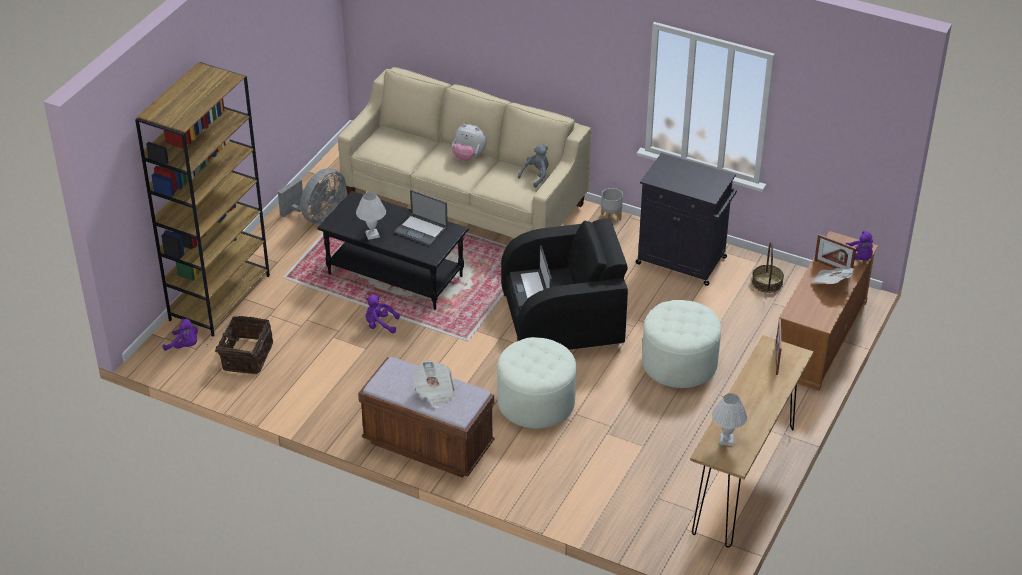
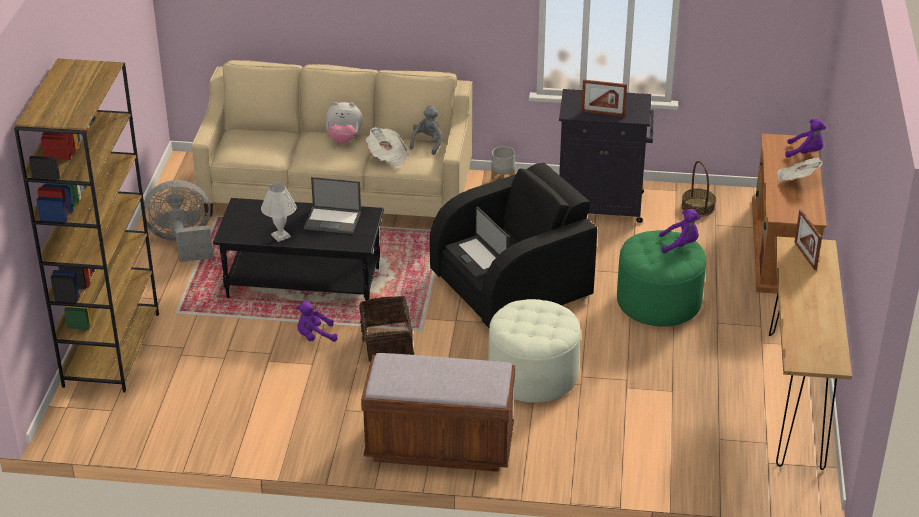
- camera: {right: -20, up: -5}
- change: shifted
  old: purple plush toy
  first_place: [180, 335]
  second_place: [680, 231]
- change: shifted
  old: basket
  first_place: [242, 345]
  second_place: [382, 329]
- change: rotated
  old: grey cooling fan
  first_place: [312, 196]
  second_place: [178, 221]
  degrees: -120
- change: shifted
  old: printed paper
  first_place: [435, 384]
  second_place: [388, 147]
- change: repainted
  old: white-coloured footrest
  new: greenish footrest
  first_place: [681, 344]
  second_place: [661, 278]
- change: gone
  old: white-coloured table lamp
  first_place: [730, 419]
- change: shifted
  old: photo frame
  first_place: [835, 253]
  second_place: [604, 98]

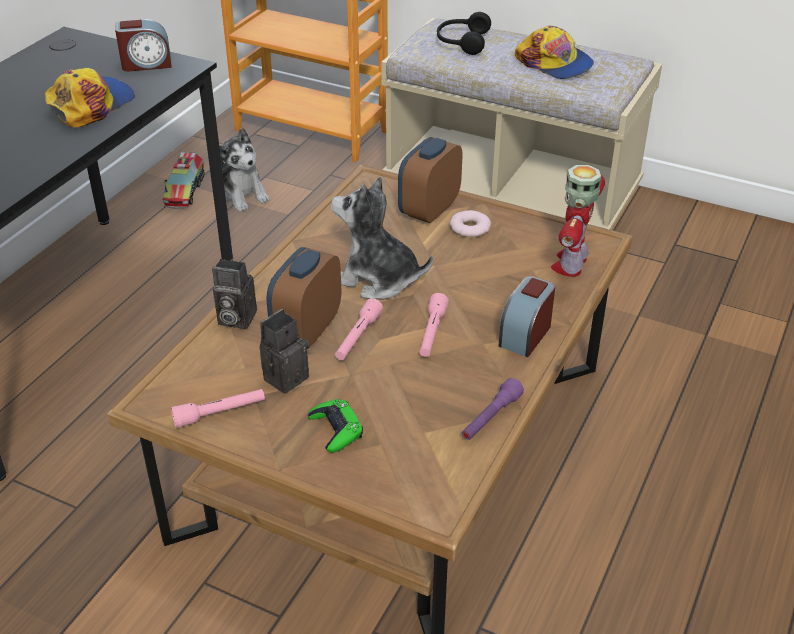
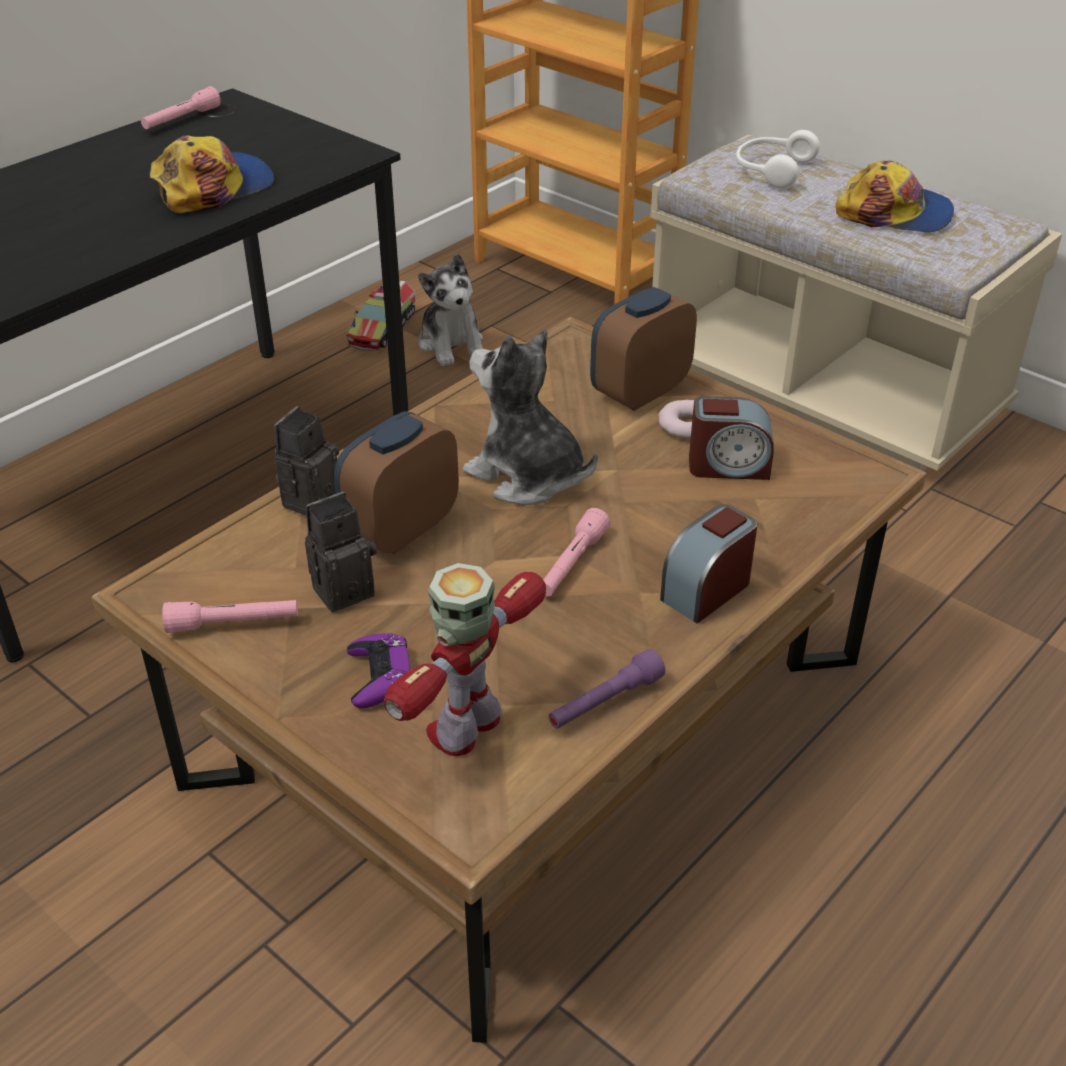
- camera: {right: 15, up: 0}
- change: shifted
  old: alarm clock
  first_place: [143, 45]
  second_place: [731, 438]
- change: rotated
  old: photo camera
  first_place: [234, 294]
  second_place: [306, 461]
  degrees: 90
- change: repainted
  old: greenish game controller
  new: purple game controller
  first_place: [335, 426]
  second_place: [378, 671]
- change: shifted
  old: pink flashlight
  first_place: [359, 329]
  second_place: [181, 107]
- change: repainted
  old: blackish headset
  new: white-coloured headset
  first_place: [464, 33]
  second_place: [778, 159]
- change: rotated
  old: cap
  first_place: [554, 52]
  second_place: [895, 196]
  degrees: -45
- change: shifted
  old: toy robot
  first_place: [578, 221]
  second_place: [465, 659]

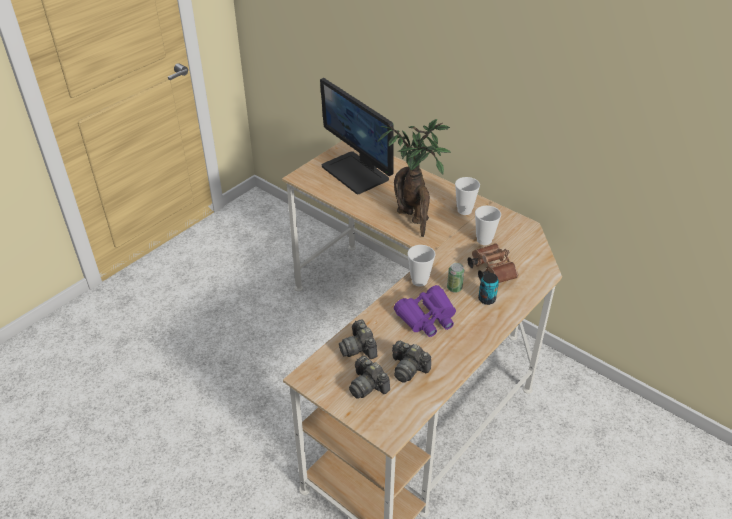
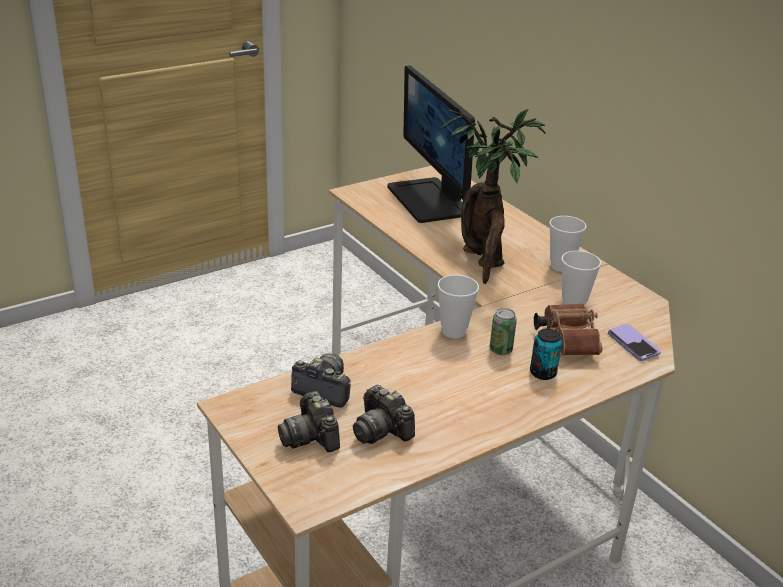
- camera: {right: 15, up: -10}
- change: rotated
  old: photo camera
  first_place: [358, 339]
  second_place: [321, 381]
  degrees: 120
- change: gone
  old: purple pair of binoculars
  first_place: [425, 311]
- change: new
  new: phone
  second_place: [634, 342]

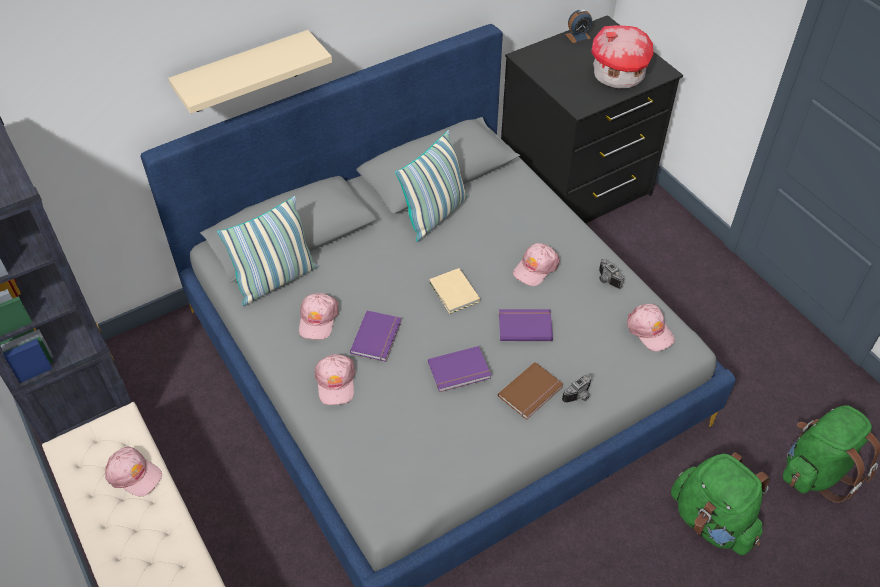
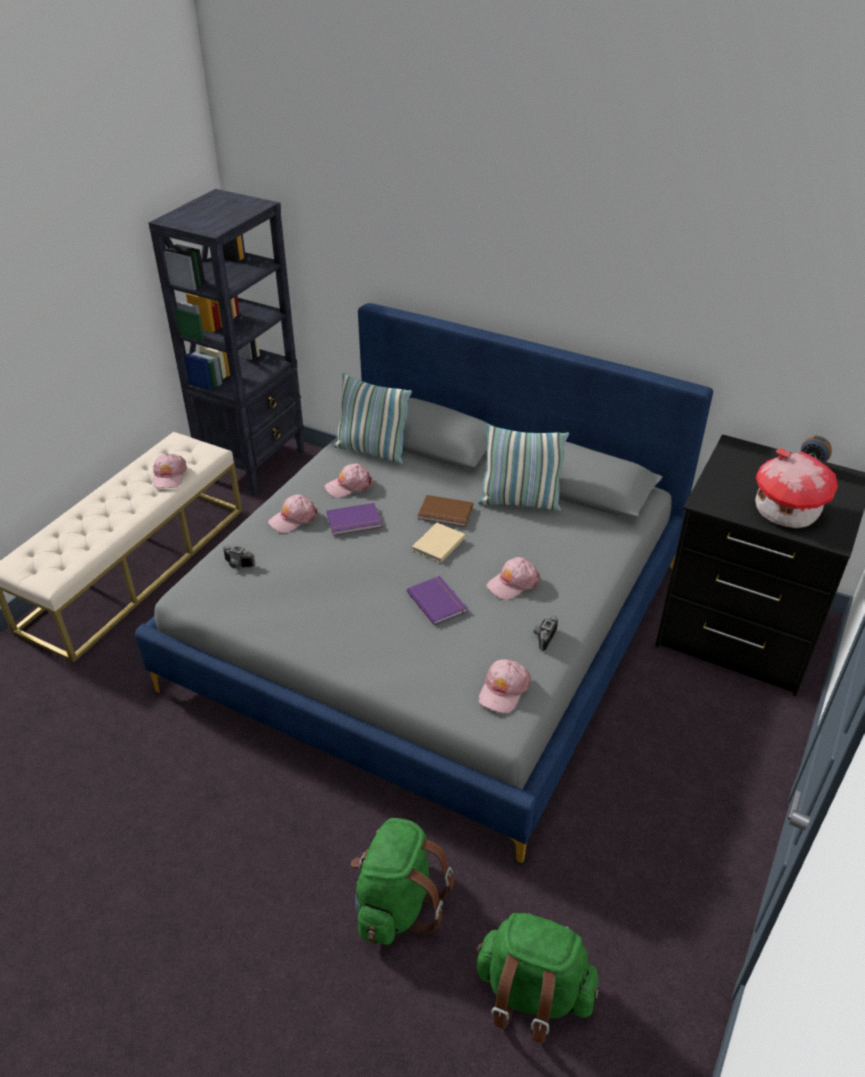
- camera: {right: 60, up: -10}
- change: gone
  old: sand-coloured wall shelf
  first_place: [250, 72]
- change: gone
  old: purple book
  first_place: [459, 369]
- change: shifted
  old: brown-coloured book
  first_place: [530, 391]
  second_place: [445, 511]
- change: rotated
  old: pink cap
  first_place: [536, 264]
  second_place: [513, 578]
  degrees: -45
- change: shifted
  old: photo camera
  first_place: [577, 388]
  second_place: [239, 556]

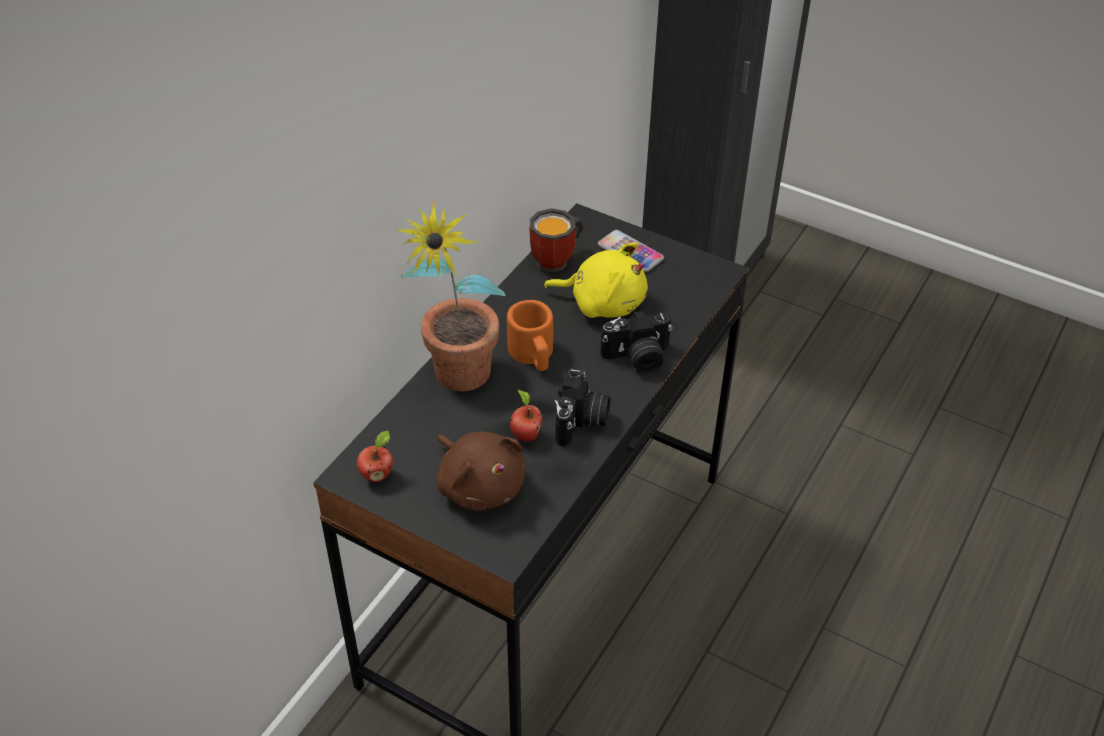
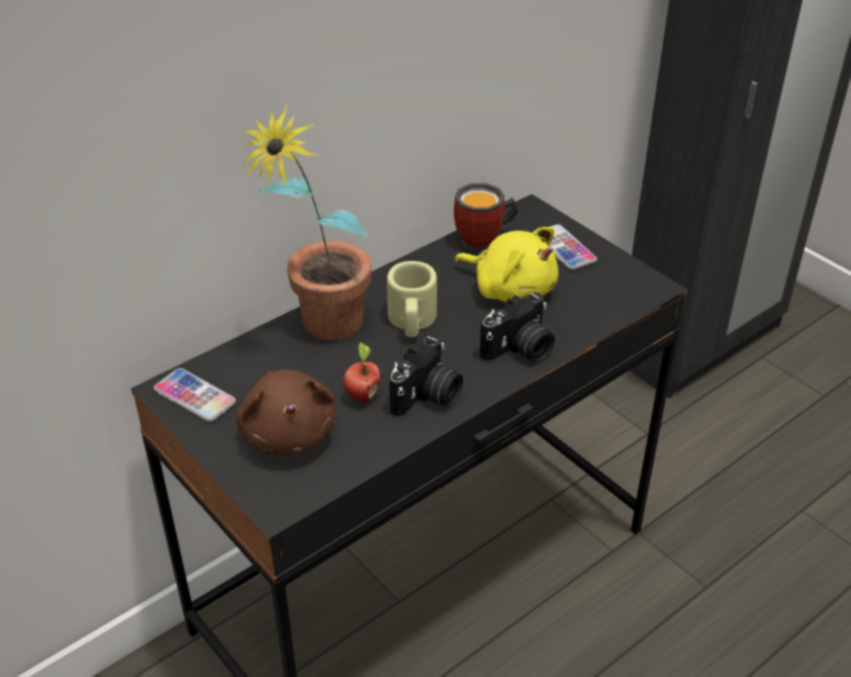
- camera: {right: 20, up: -5}
- change: swapped
  old: whole apple
  new: phone
  first_place: [375, 456]
  second_place: [195, 395]
- change: repainted
  old: orange coffee mug
  new: sand-coloured coffee mug
  first_place: [530, 335]
  second_place: [412, 299]
- change: rotated
  old: photo camera
  first_place: [636, 342]
  second_place: [517, 327]
  degrees: -45

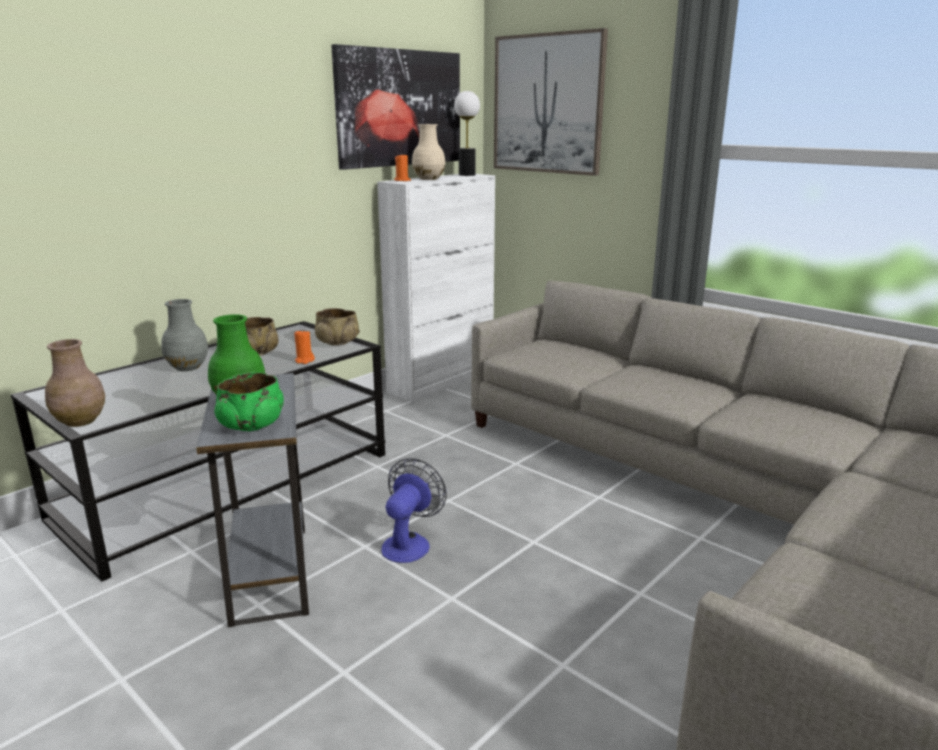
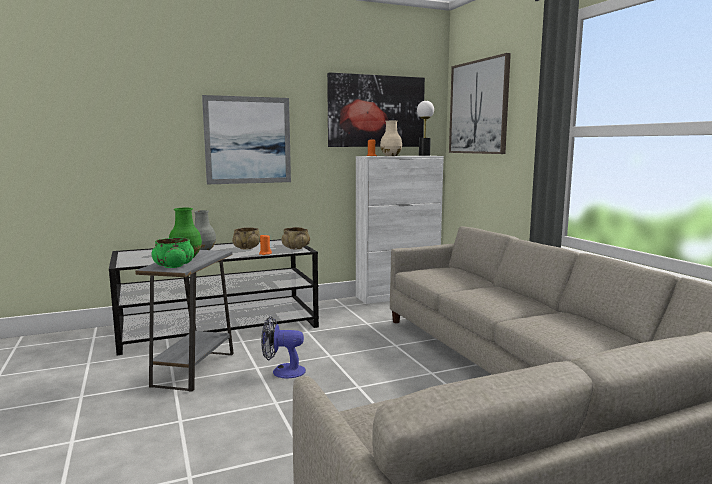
- camera: {right: 25, up: -10}
- change: gone
  old: brown-coloured decorative vase
  first_place: [75, 383]
- change: rotated
  old: cooling fan
  first_place: [414, 510]
  second_place: [283, 347]
  degrees: -135
- change: new
  new: wall picture
  second_place: [246, 139]

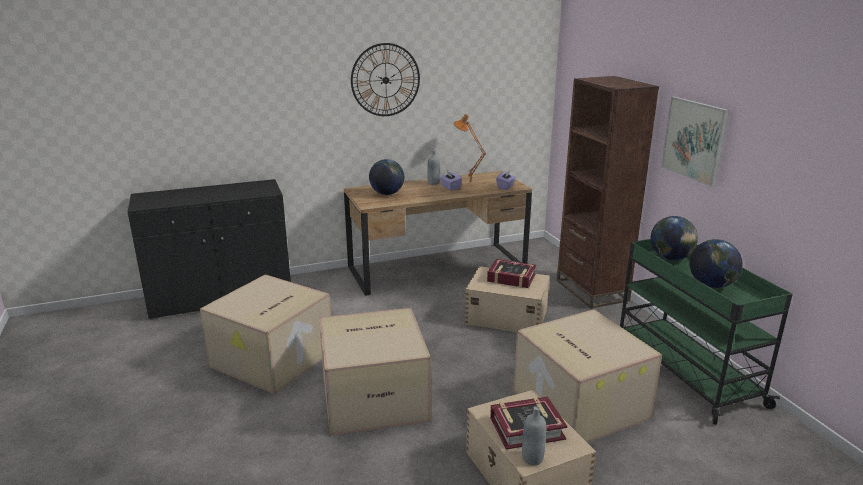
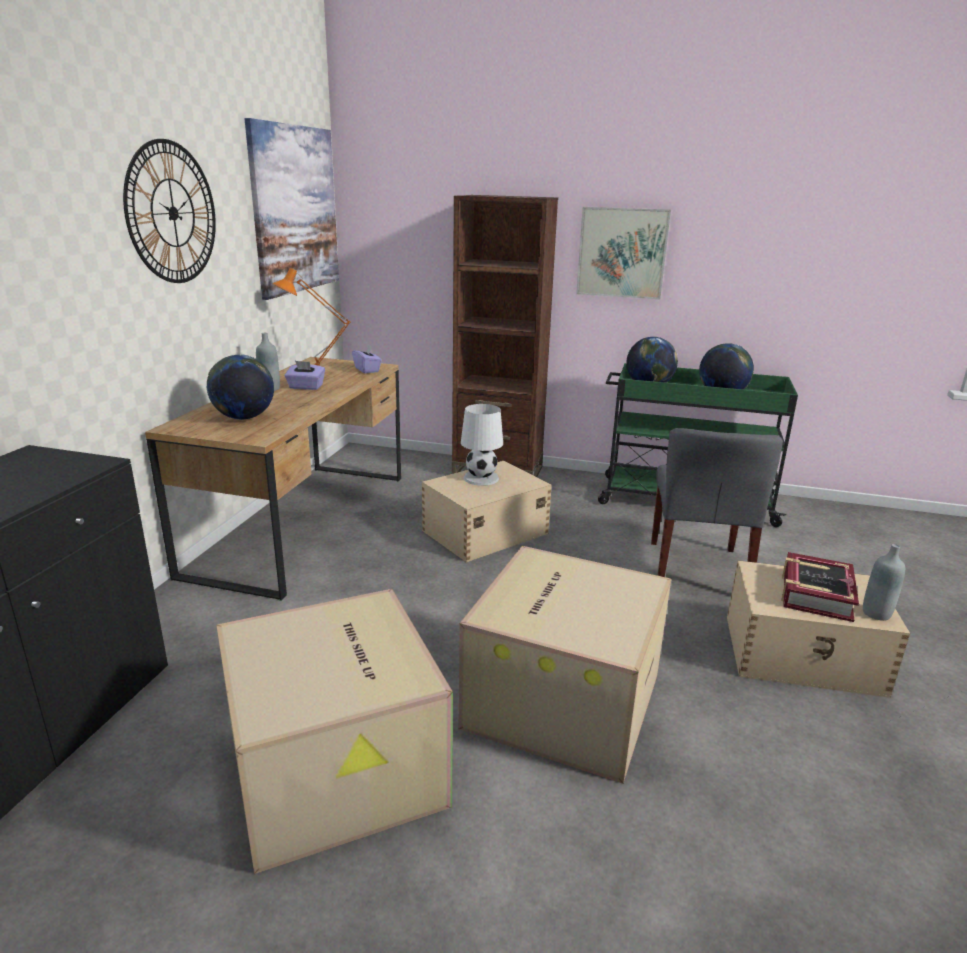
- camera: {right: -55, up: 0}
- change: swapped
  old: book
  new: white-coloured table lamp
  first_place: [511, 273]
  second_place: [482, 445]
- change: swapped
  old: carton
  new: grey upright chair
  first_place: [587, 376]
  second_place: [717, 502]
- change: new
  new: wall picture
  second_place: [292, 209]

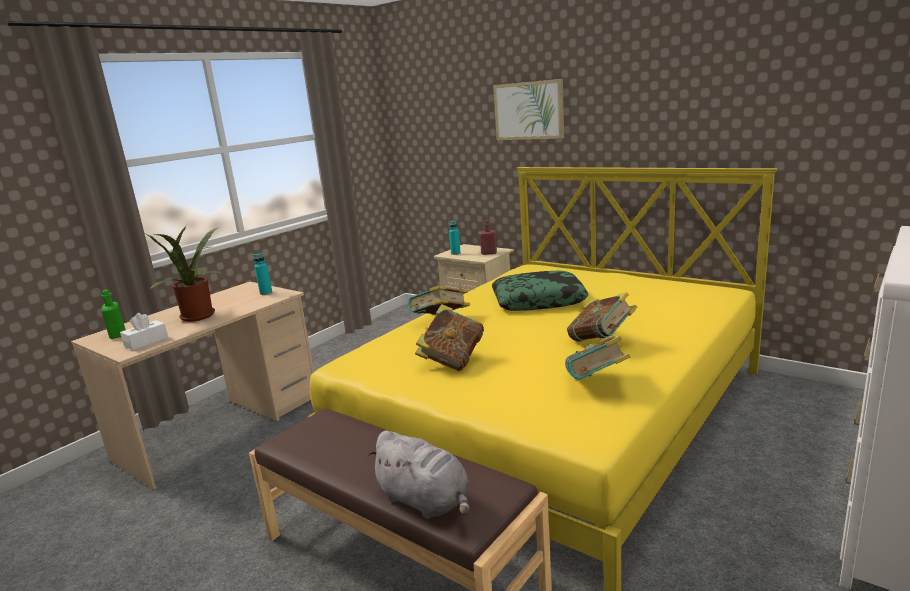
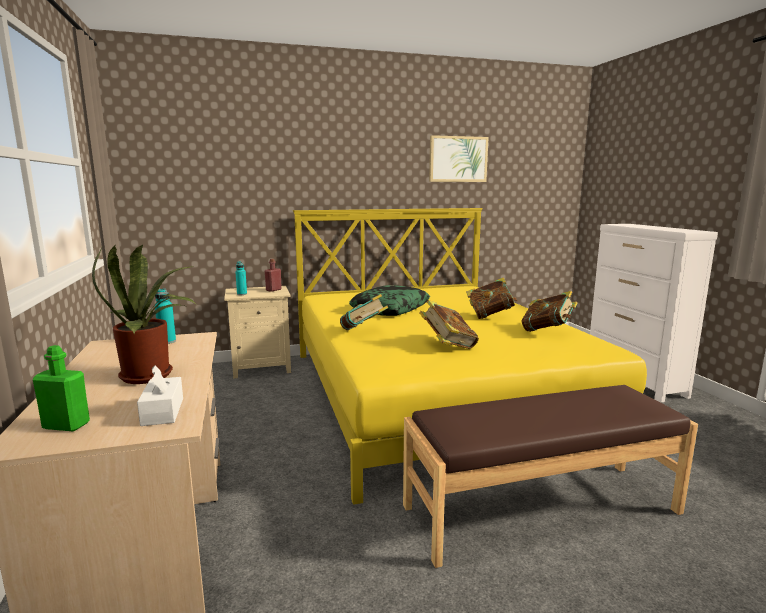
- camera: {right: -55, up: -5}
- change: gone
  old: grey plush toy
  first_place: [418, 474]
- change: shifted
  old: wall picture
  first_place: [528, 109]
  second_place: [459, 158]

